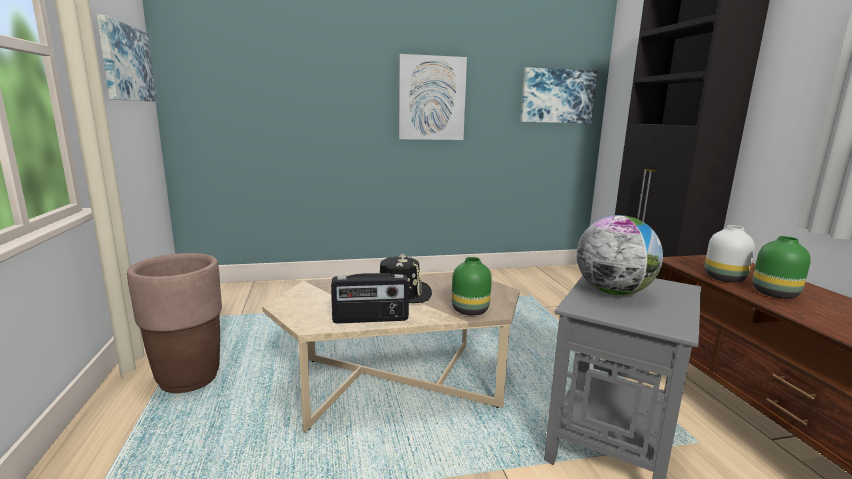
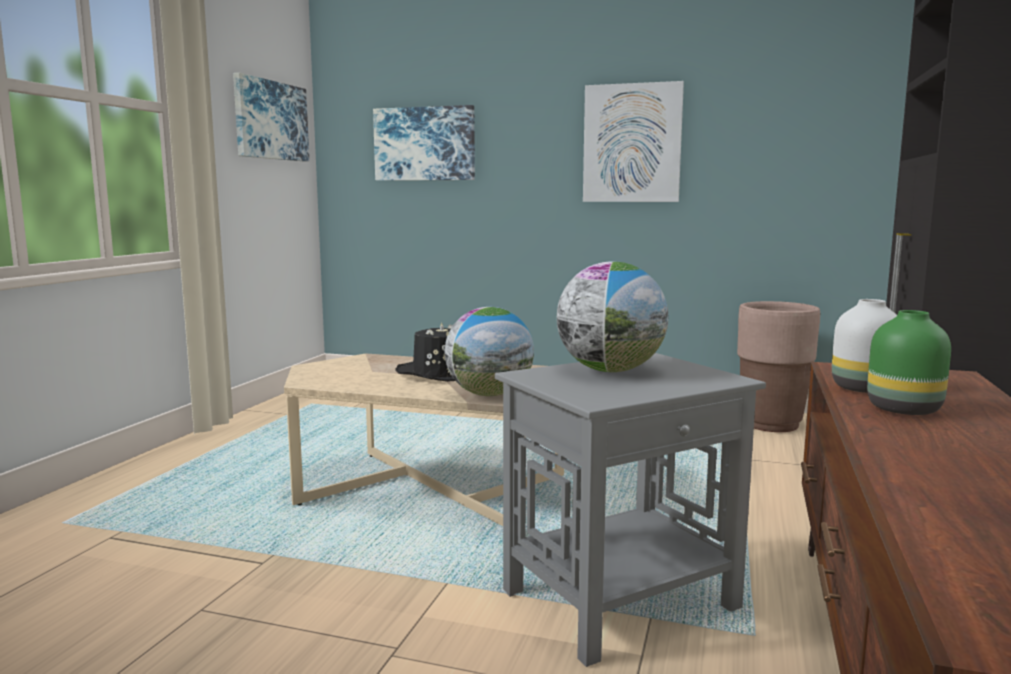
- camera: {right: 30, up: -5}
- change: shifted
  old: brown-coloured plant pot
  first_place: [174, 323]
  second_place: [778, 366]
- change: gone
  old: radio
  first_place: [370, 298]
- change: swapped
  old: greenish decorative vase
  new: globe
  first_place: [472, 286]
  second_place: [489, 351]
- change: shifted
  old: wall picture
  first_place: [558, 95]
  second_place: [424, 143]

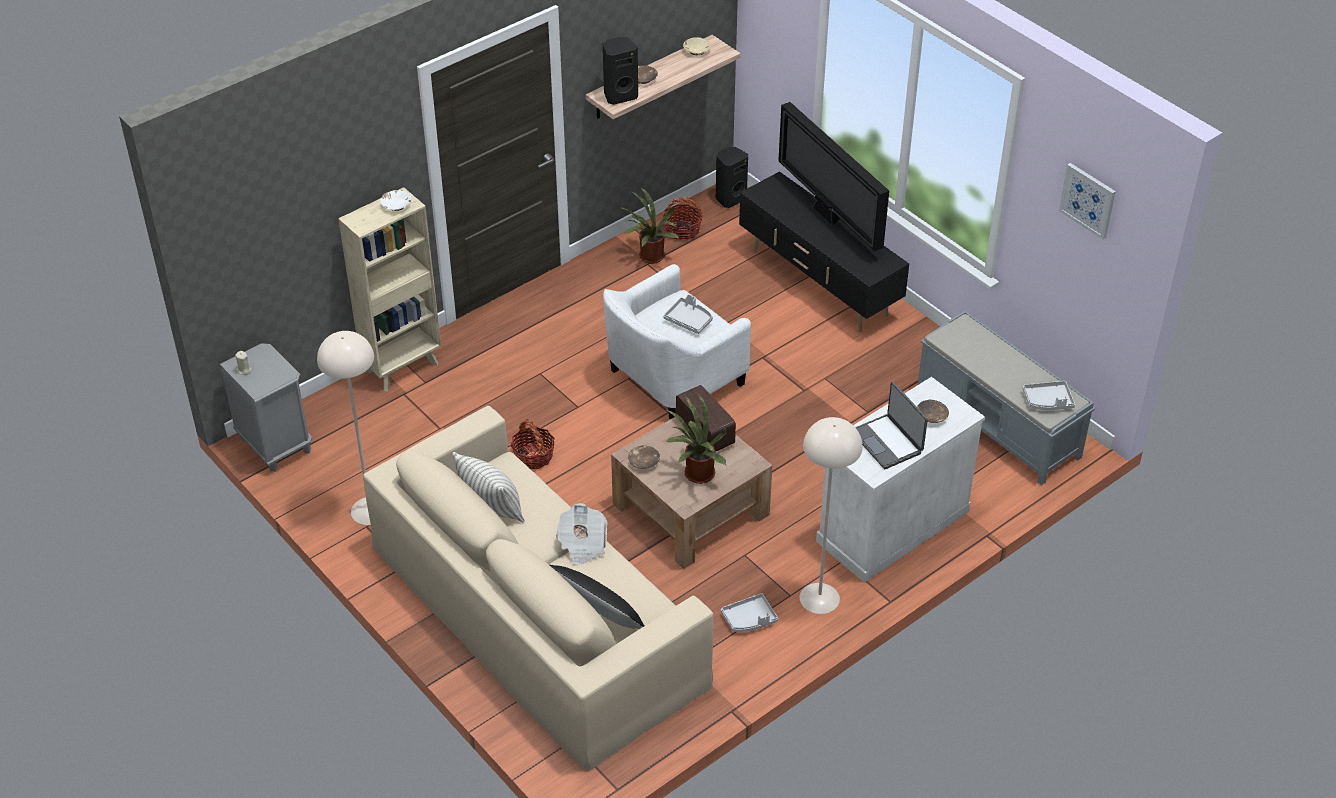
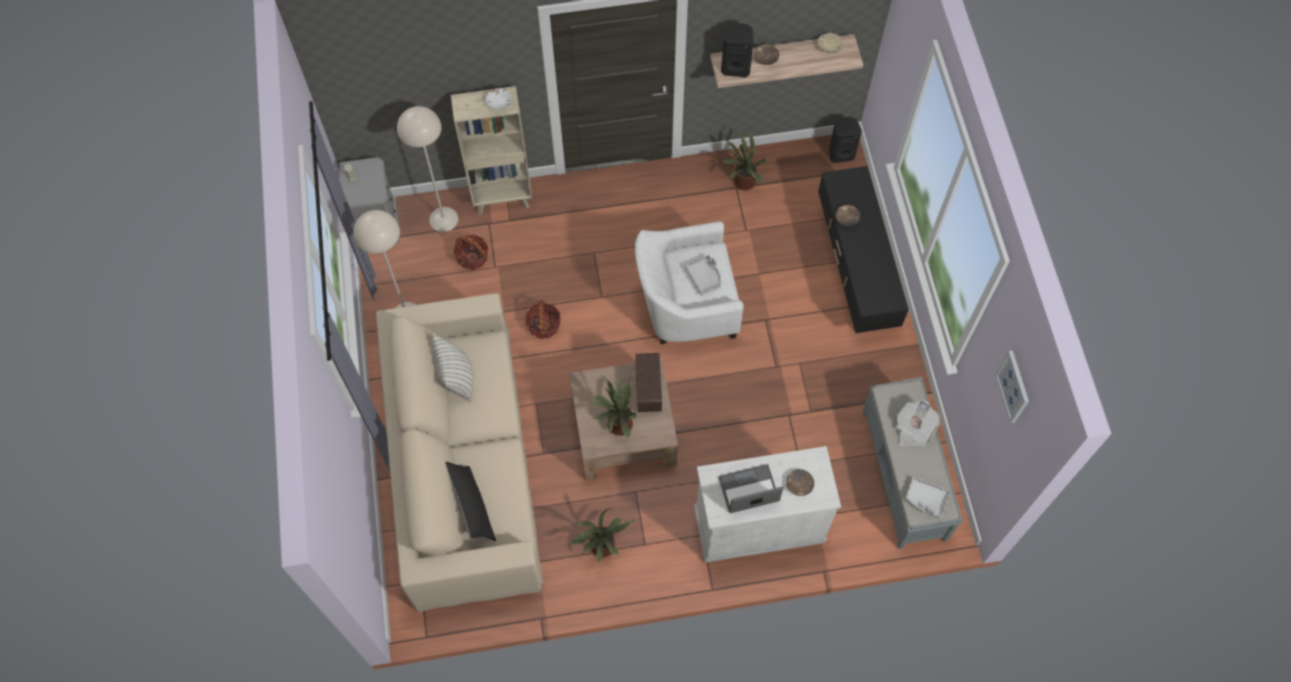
- camera: {right: 30, up: 20}
- change: shifted
  old: printed paper
  first_place: [582, 534]
  second_place: [918, 423]
- change: shifted
  old: brown-coloured serving bowl
  first_place: [644, 457]
  second_place: [848, 215]
- change: shifted
  old: basket
  first_place: [682, 219]
  second_place: [470, 252]
- change: swapped
  old: grey serving tray
  new: plant in a pot
  first_place: [749, 612]
  second_place: [603, 535]
- change: gone
  old: television
  first_place: [833, 176]
- change: shifted
  old: sand-coloured standing lamp
  first_place: [831, 515]
  second_place: [427, 169]
- change: rotated
  old: portable computer
  first_place: [891, 425]
  second_place: [751, 488]
  degrees: 75

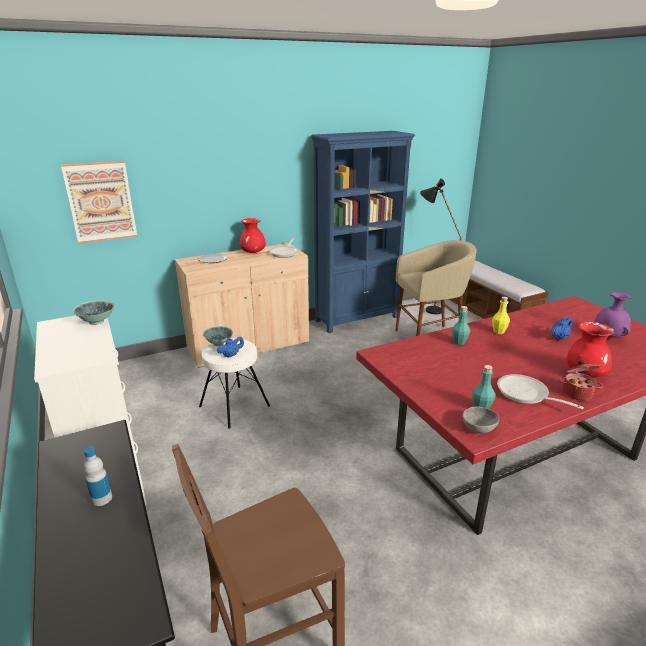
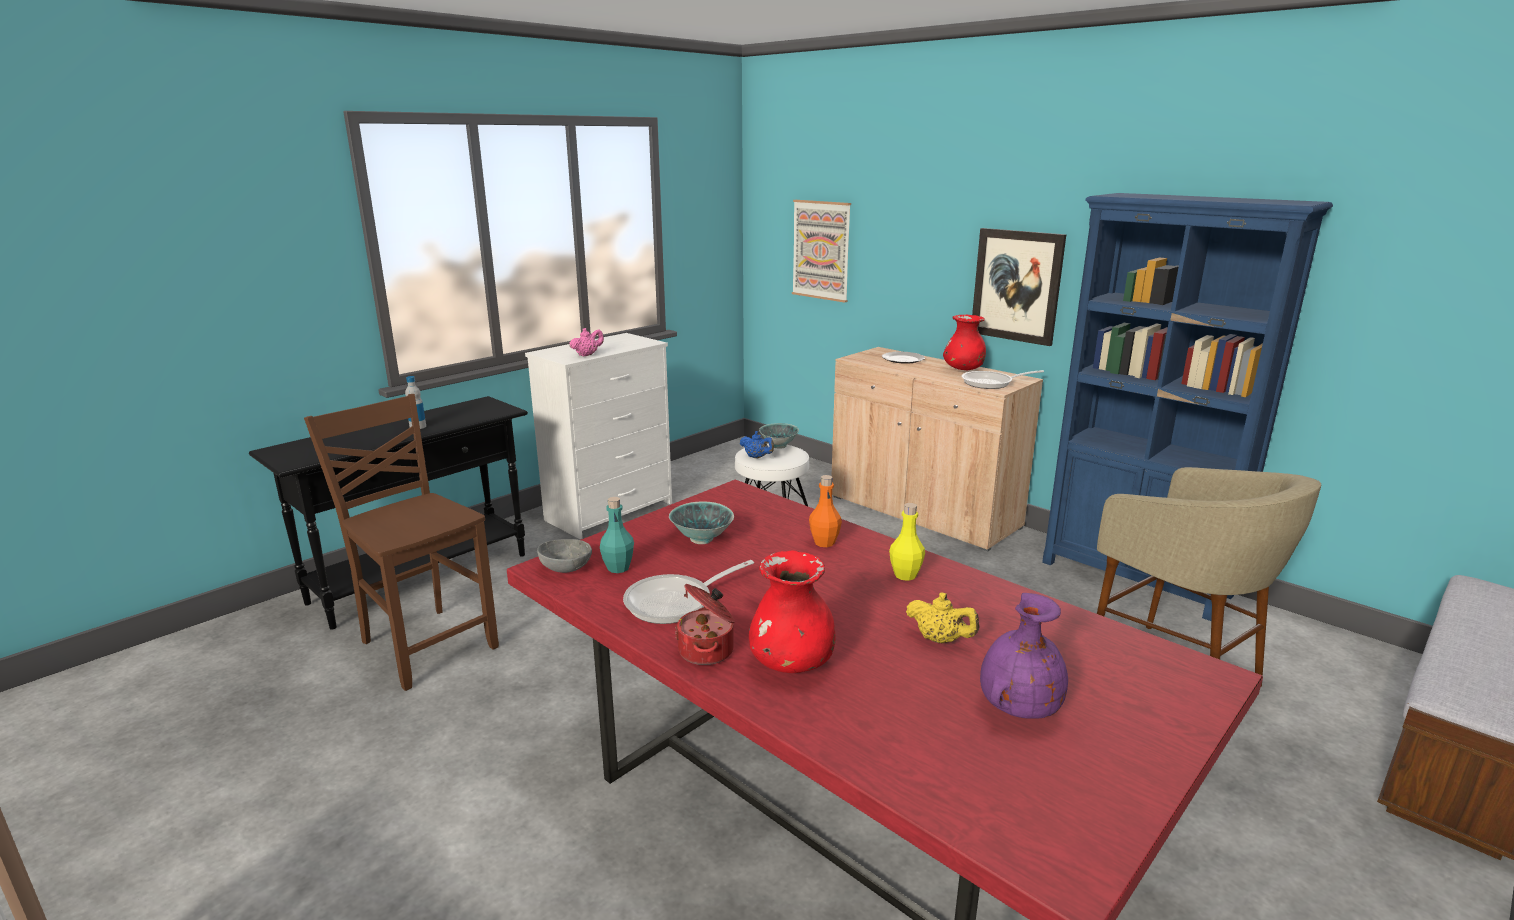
- camera: {right: 70, up: -5}
- change: shifted
  old: serving bowl
  first_place: [94, 312]
  second_place: [701, 523]
- change: gone
  old: blackish standing lamp
  first_place: [440, 246]
- change: repainted
  old: blue-green bottle
  new: orange bottle
  first_place: [461, 325]
  second_place: [825, 511]
- change: rotated
  old: pan
  first_place: [540, 391]
  second_place: [688, 592]
  degrees: -150
- change: repainted
  old: bluish pot for tea
  new: yellowish pot for tea
  first_place: [562, 329]
  second_place: [942, 618]
- change: new
  new: pink pot for tea
  second_place: [586, 342]
- change: new
  new: wall picture
  second_place: [1019, 287]

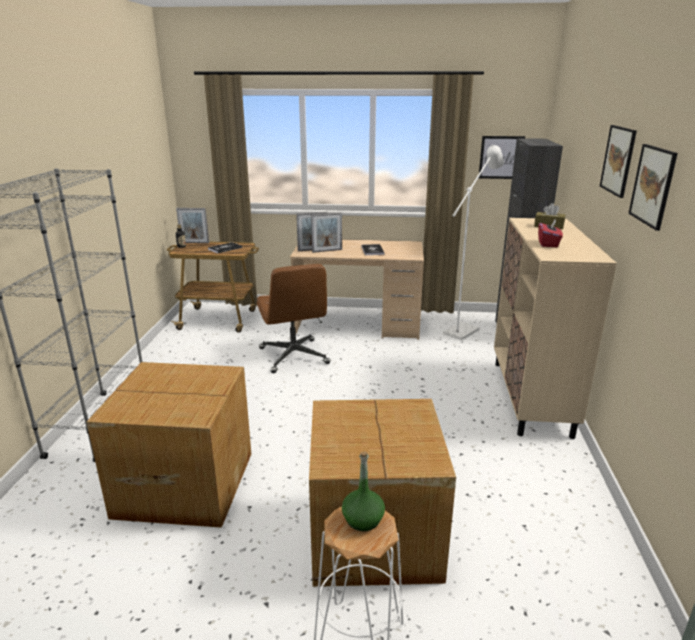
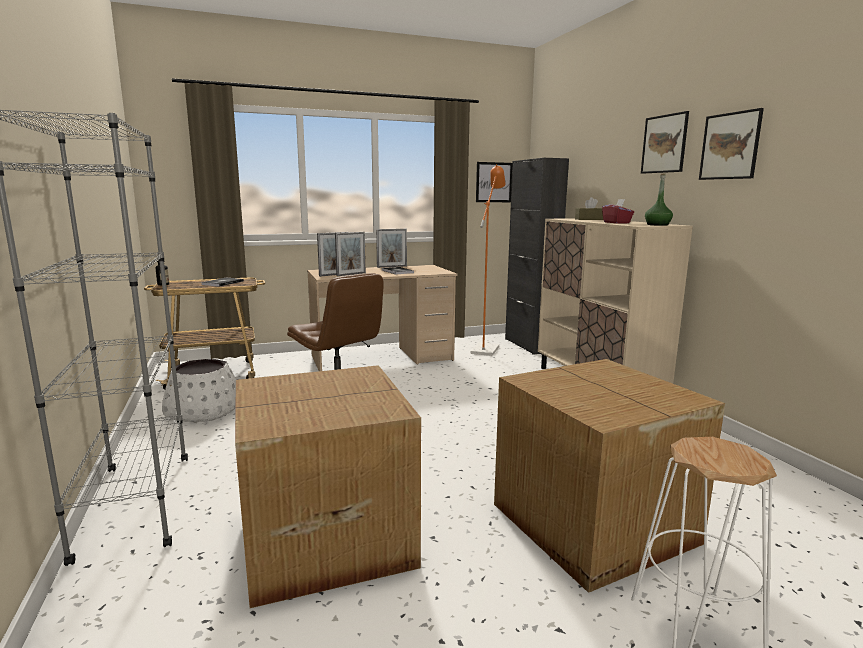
- camera: {right: -25, up: -10}
- change: shifted
  old: photo frame
  first_place: [192, 226]
  second_place: [391, 248]
- change: shifted
  old: greenish bottle
  first_place: [363, 491]
  second_place: [659, 199]
- change: repainted
  old: white-coloured standing lamp
  new: orange standing lamp
  first_place: [473, 242]
  second_place: [488, 260]
- change: new
  new: white-coloured plant pot
  second_place: [199, 390]

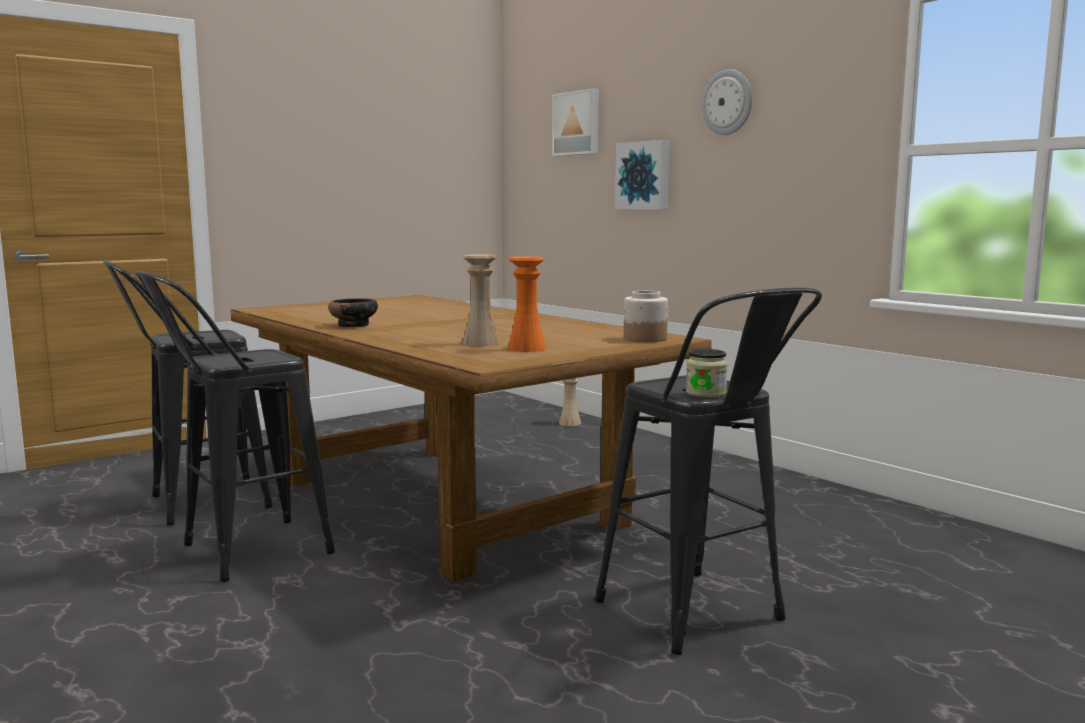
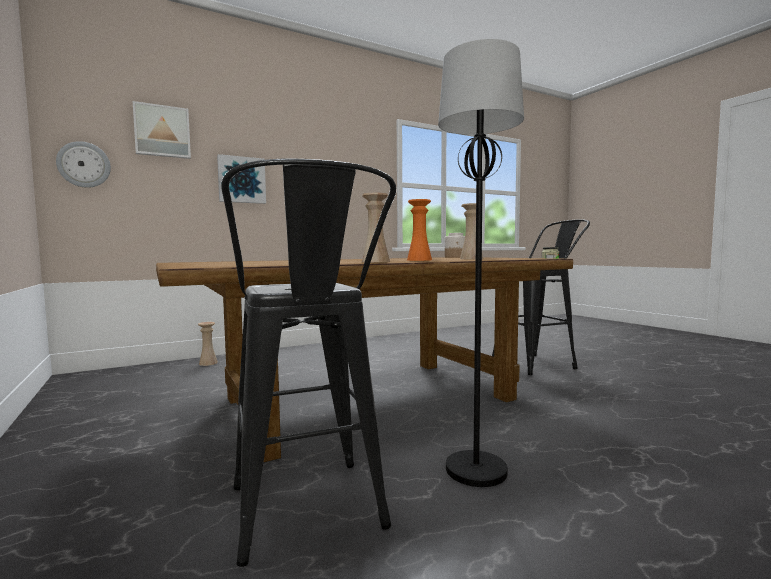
- camera: {right: -80, up: -5}
- change: swapped
  old: blackish stool
  new: blackish standing lamp
  first_place: [234, 426]
  second_place: [481, 263]
- change: swapped
  old: serving bowl
  new: sand-coloured decorative vase
  first_place: [353, 312]
  second_place: [376, 227]
- change: shifted
  old: orange decorative vase
  first_place: [527, 304]
  second_place: [419, 230]
- change: shifted
  old: wall clock
  first_place: [727, 102]
  second_place: [83, 164]

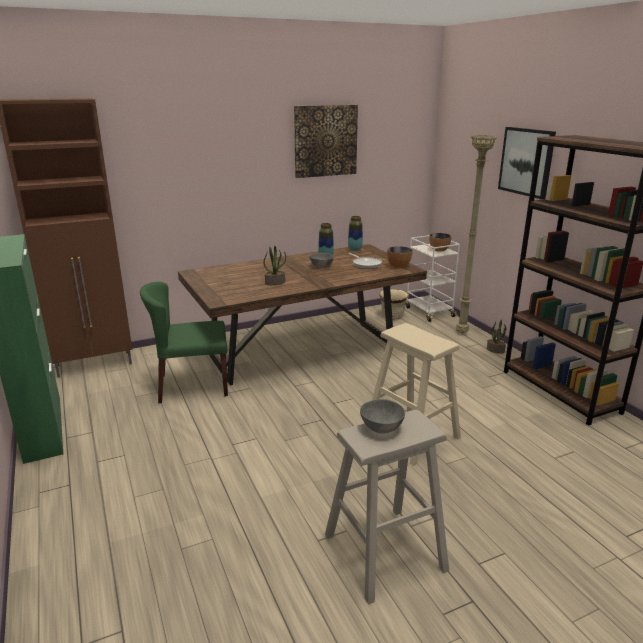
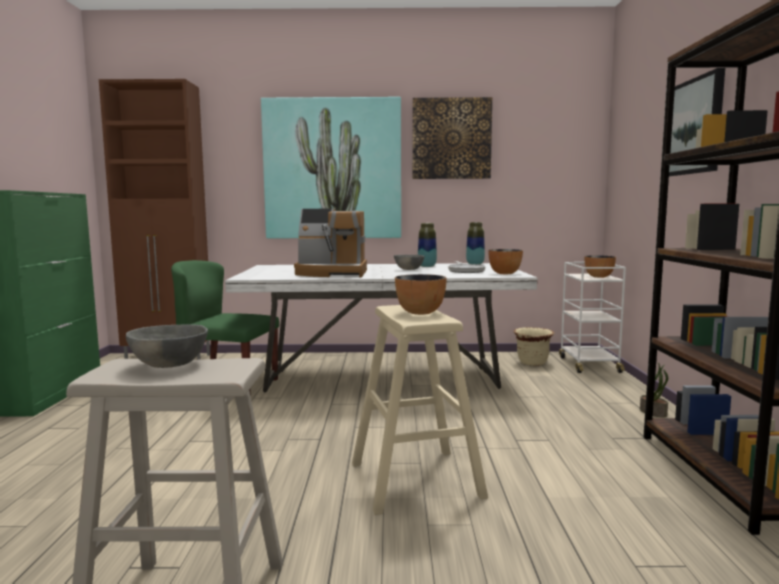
- camera: {right: 25, up: -15}
- change: repainted
  old: brown-coloured dining table
  new: white-coloured dining table
  first_place: [302, 315]
  second_place: [381, 328]
- change: swapped
  old: plant in a pot
  new: coffee maker
  first_place: [274, 265]
  second_place: [330, 243]
- change: gone
  old: sand-coloured standing lamp
  first_place: [476, 234]
- change: new
  new: wall picture
  second_place: [331, 167]
- change: new
  new: serving bowl
  second_place: [421, 294]

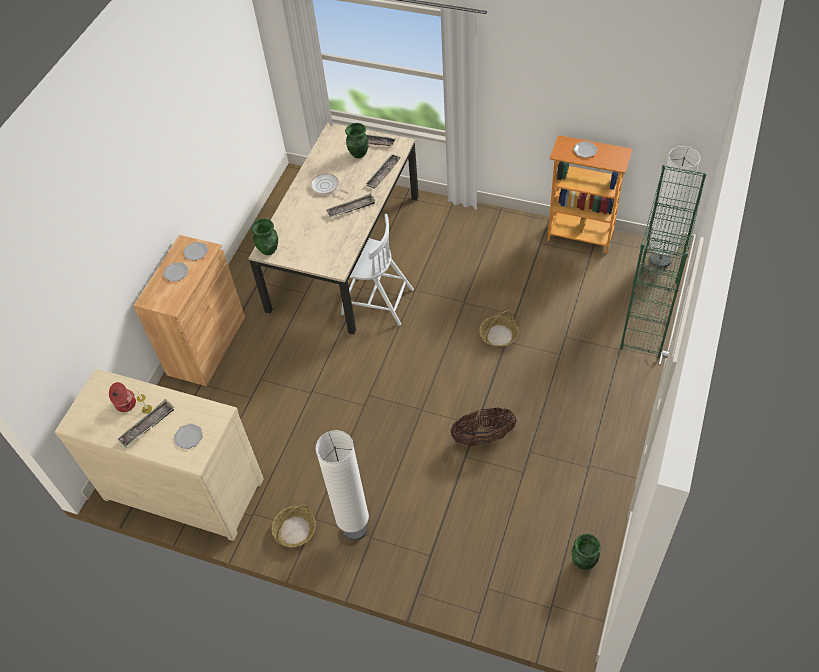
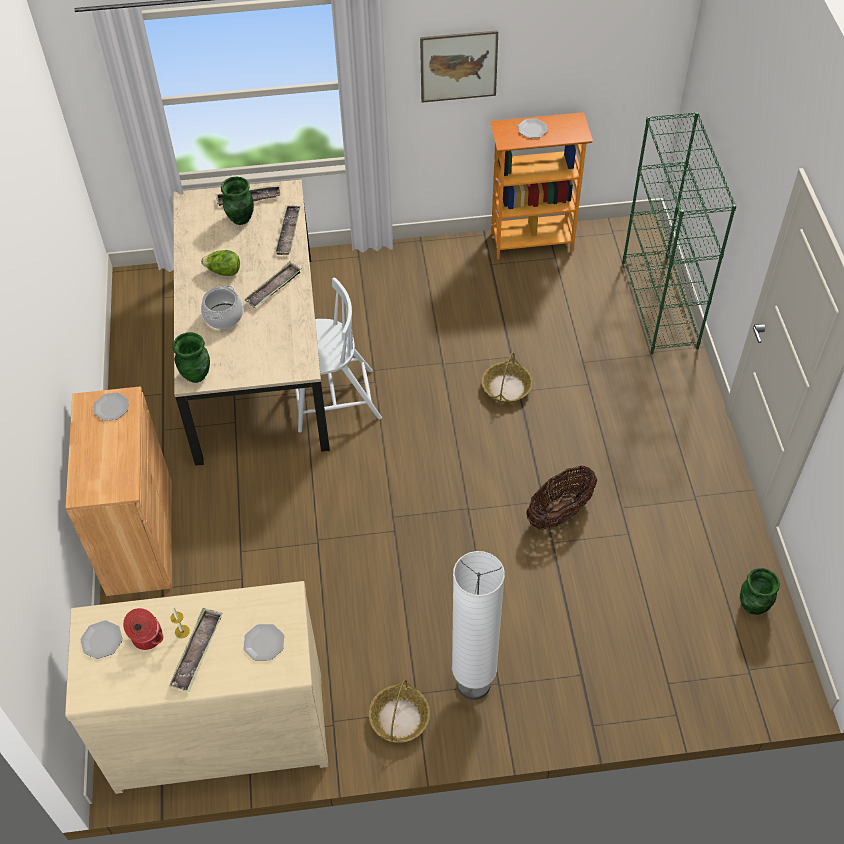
- camera: {right: -30, up: 0}
- change: shifted
  old: plate
  first_place: [176, 272]
  second_place: [102, 639]
- change: swapped
  old: pan
  new: head of lettuce
  first_place: [329, 184]
  second_place: [220, 263]
- change: gone
  old: white-coloured standing lamp
  first_place: [674, 207]
- change: new
  new: saucepot
  second_place: [222, 307]
- change: new
  new: wall picture
  second_place: [459, 66]

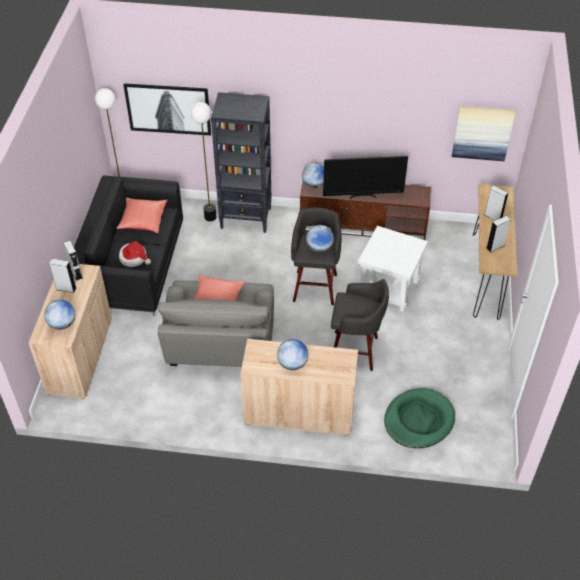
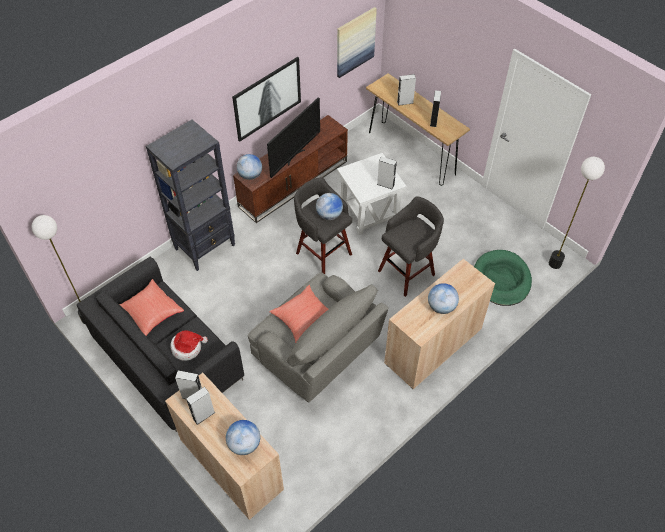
- camera: {right: -50, up: 5}
- change: shifted
  old: wall picture
  first_place: [167, 109]
  second_place: [266, 99]
- change: shifted
  old: standing lamp
  first_place: [203, 161]
  second_place: [577, 213]
- change: new
  new: grey loudspeaker
  second_place: [387, 172]

